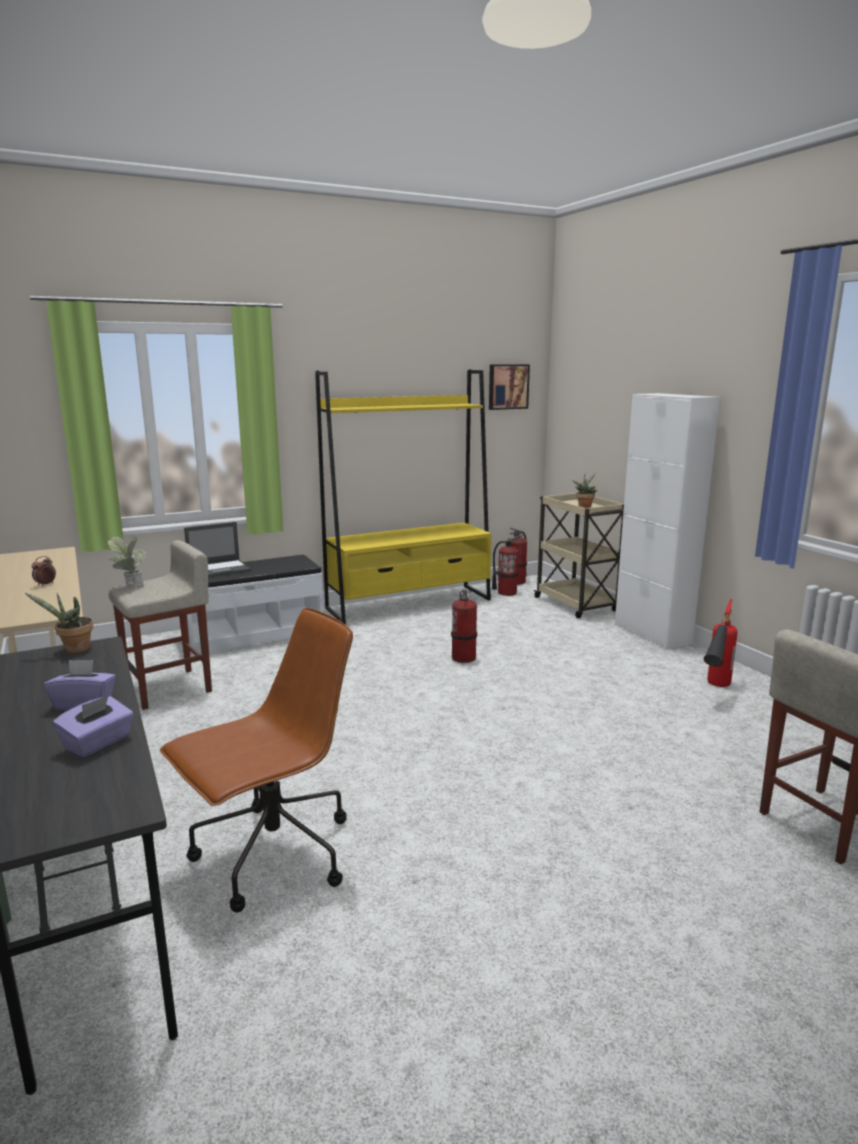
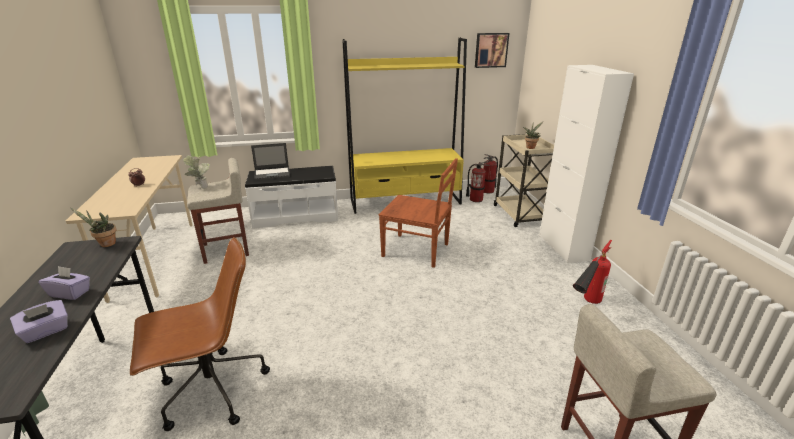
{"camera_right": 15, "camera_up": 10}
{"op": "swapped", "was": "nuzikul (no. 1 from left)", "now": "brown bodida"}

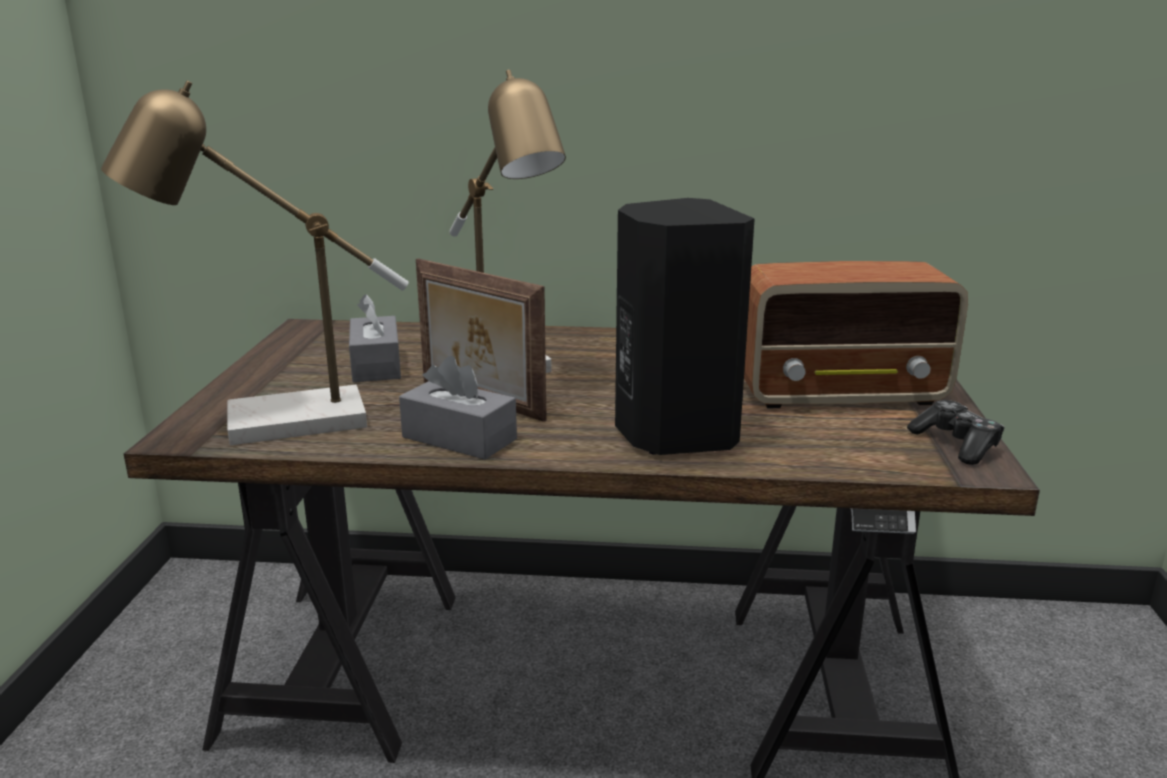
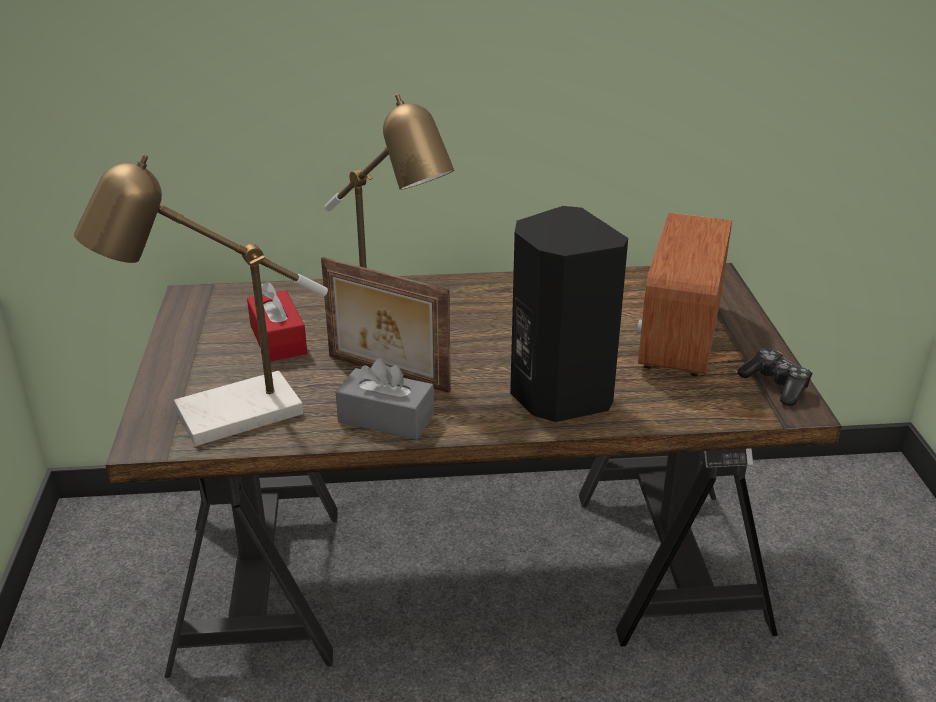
{"camera_right": -10, "camera_up": 10}
{"op": "repainted", "was": "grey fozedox (no. 1 from left)", "now": "red fozedox"}
{"op": "rotated", "was": "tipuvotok", "clockwise": 120}

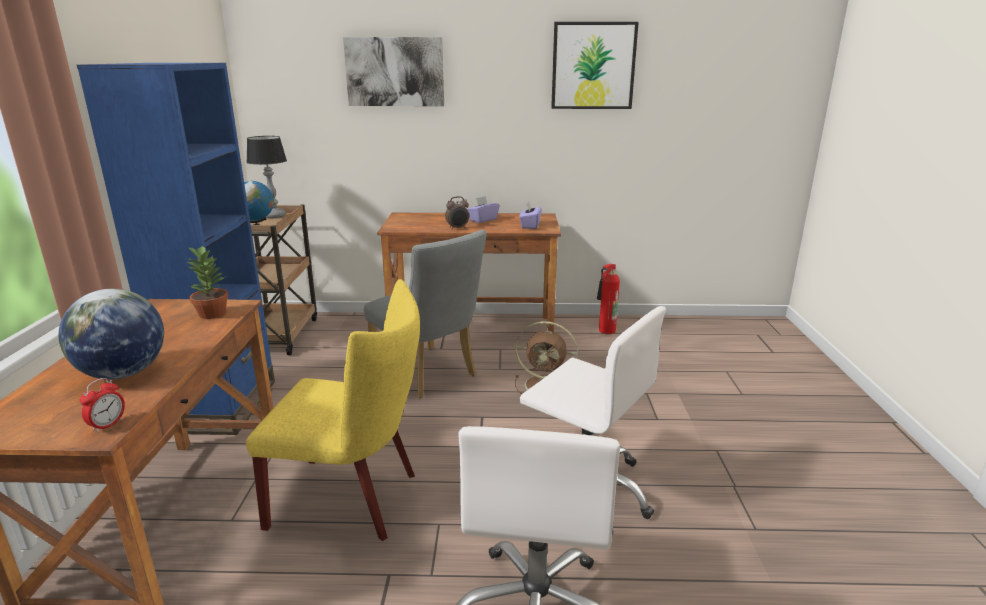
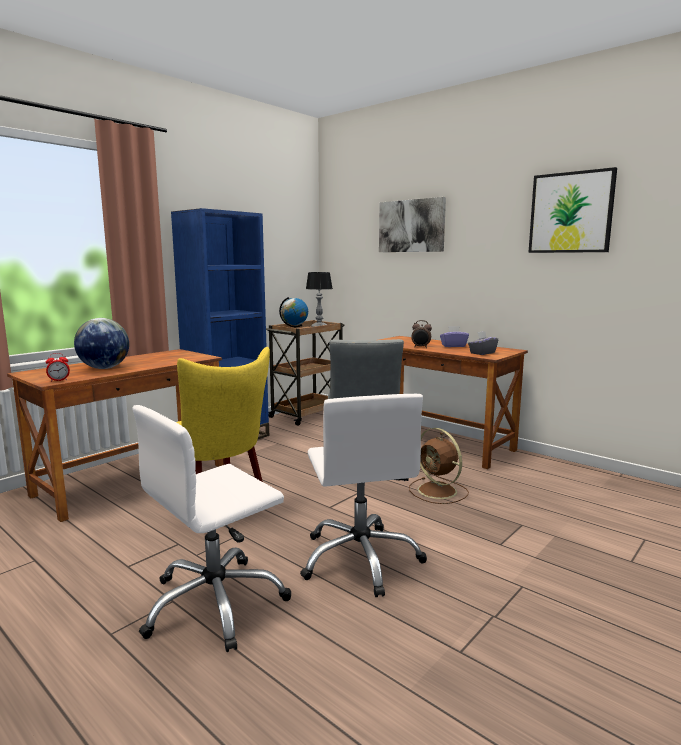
{"camera_right": 40, "camera_up": -10}
{"op": "gone", "was": "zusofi"}
{"op": "repainted", "was": "purple fozedox (no. 2 from left)", "now": "grey fozedox"}
{"op": "gone", "was": "nuzikul"}

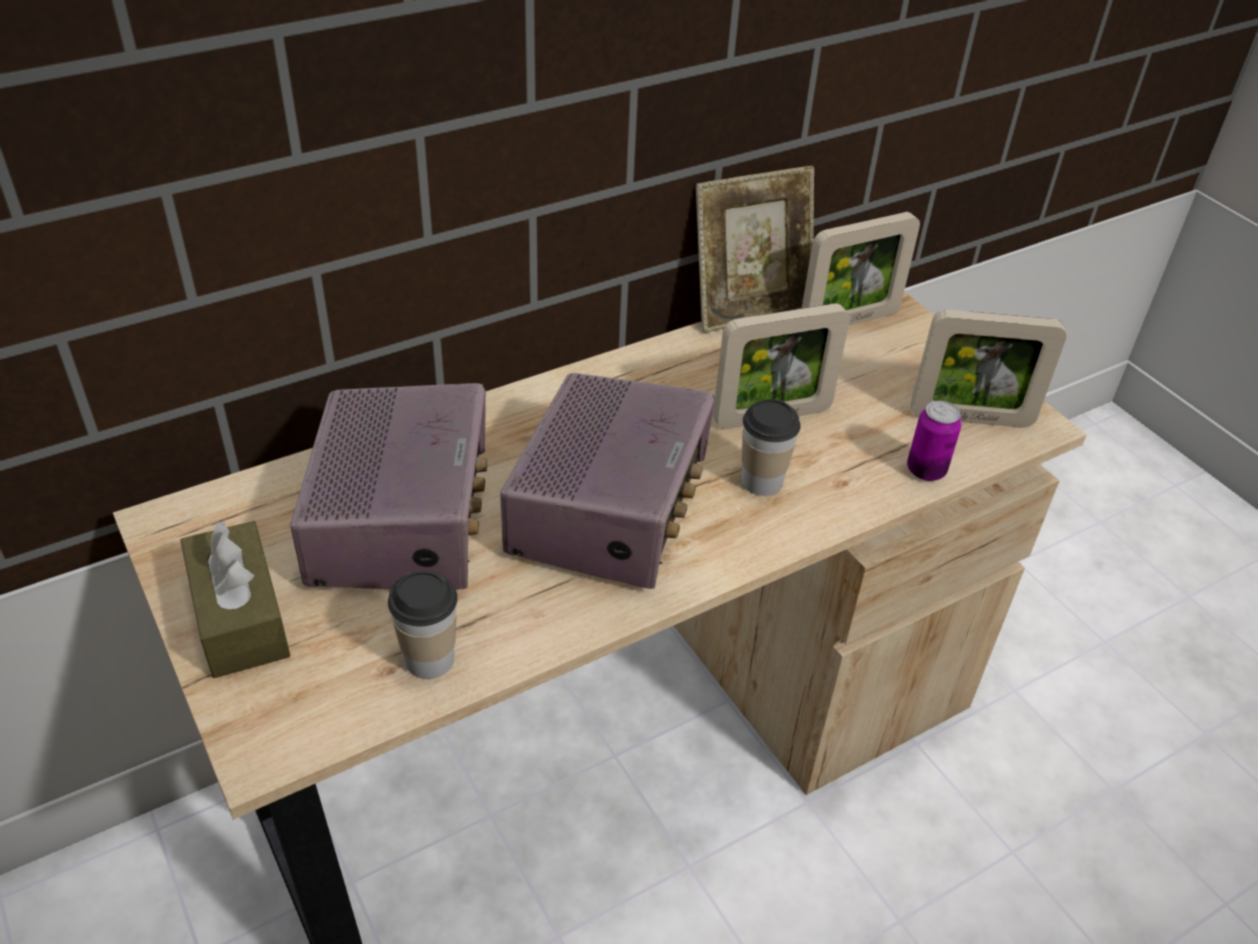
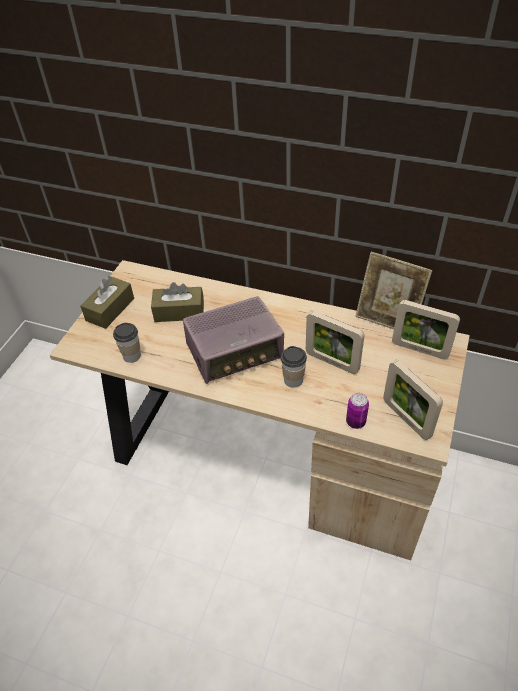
{"camera_right": 55, "camera_up": 5}
{"op": "swapped", "was": "tipuvotok (no. 1 from left)", "now": "brown fozedox (no. 2 from left)"}

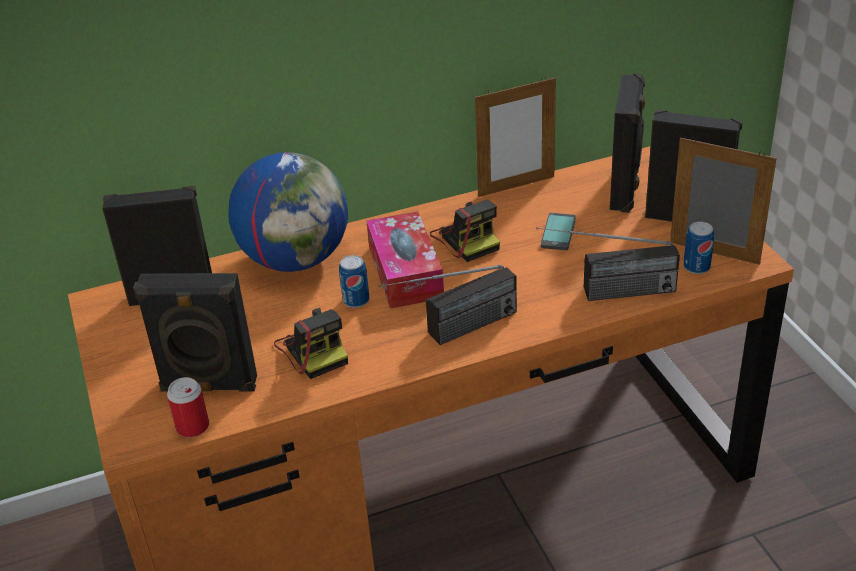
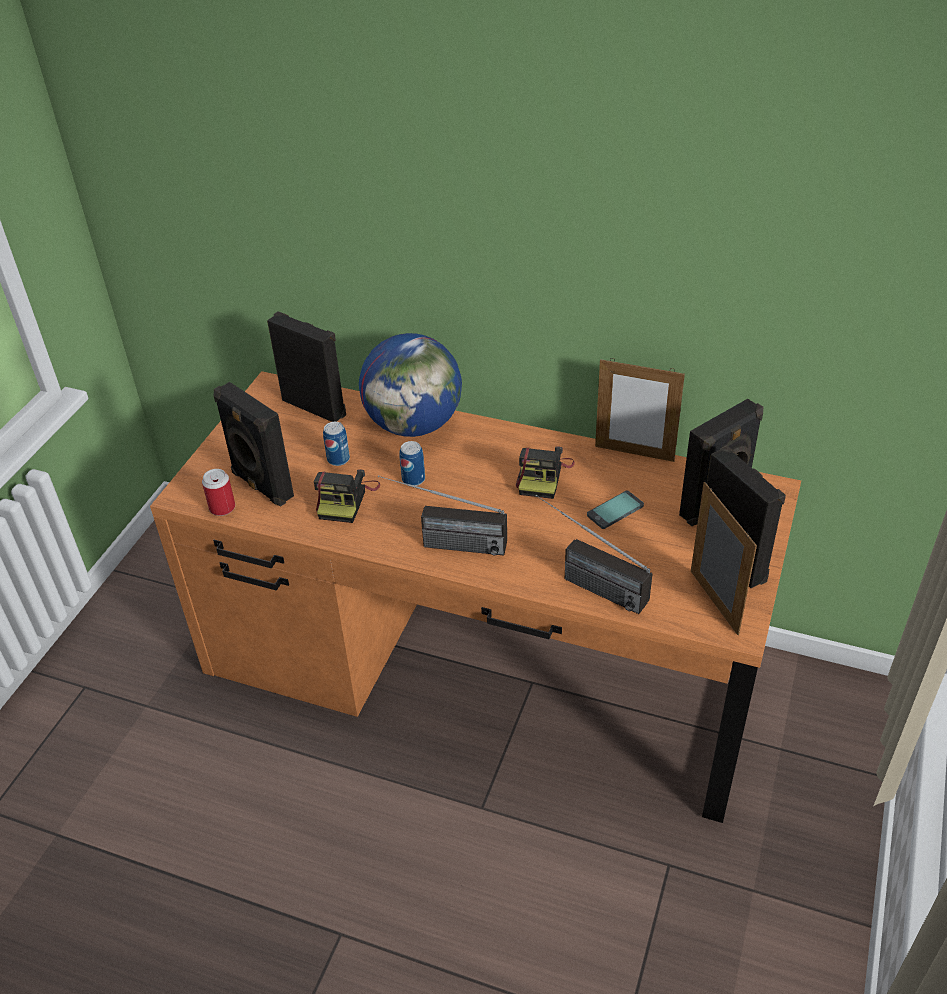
{"camera_right": 40, "camera_up": 5}
{"op": "gone", "was": "fozedox"}
{"op": "shifted", "was": "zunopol (no. 3 from left in the first image)", "now": "zunopol (no. 2 from left)"}

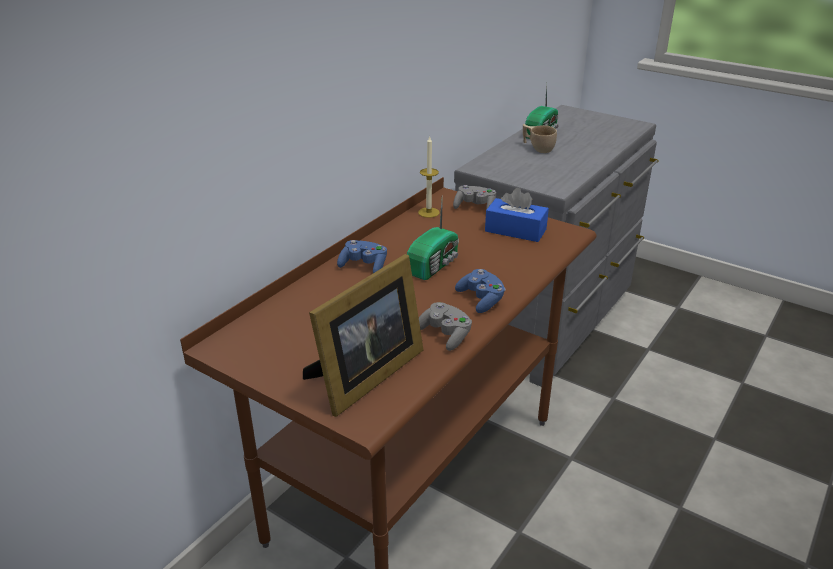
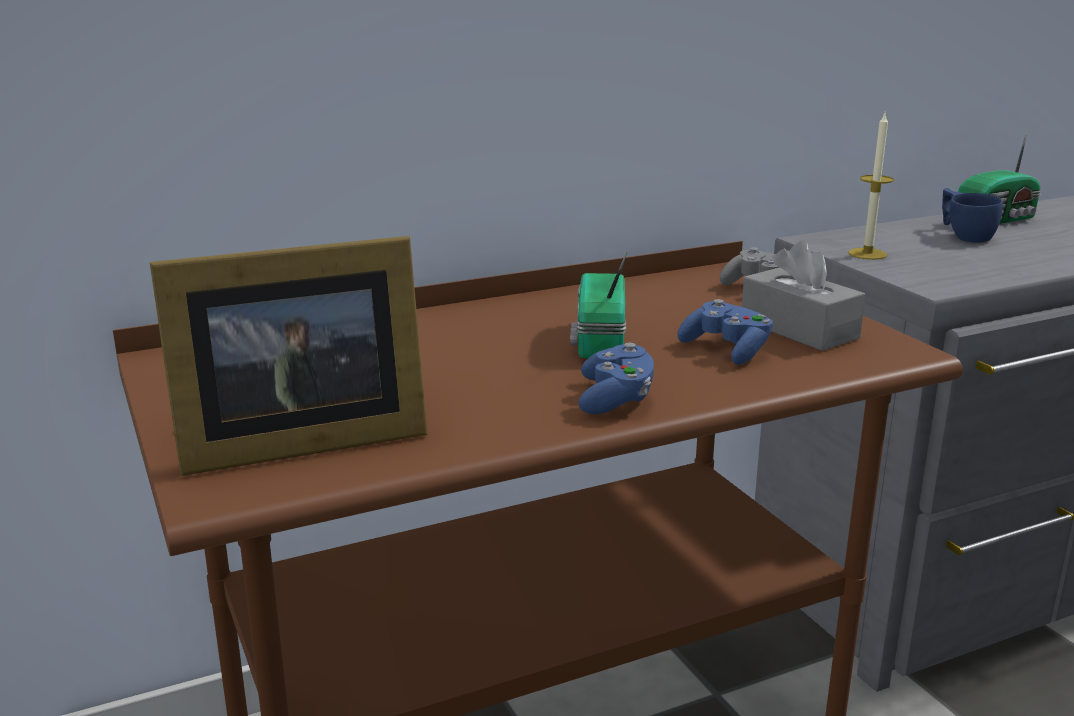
{"camera_right": 30, "camera_up": -10}
{"op": "shifted", "was": "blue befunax (no. 1 from left in the first image)", "now": "blue befunax (no. 2 from left)"}
{"op": "rotated", "was": "tipuvotok (no. 1 from left)", "clockwise": 120}
{"op": "shifted", "was": "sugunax"}
{"op": "gone", "was": "grey befunax (no. 1 from left)"}
{"op": "repainted", "was": "blue fozedox", "now": "grey fozedox"}
{"op": "repainted", "was": "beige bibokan", "now": "blue bibokan"}

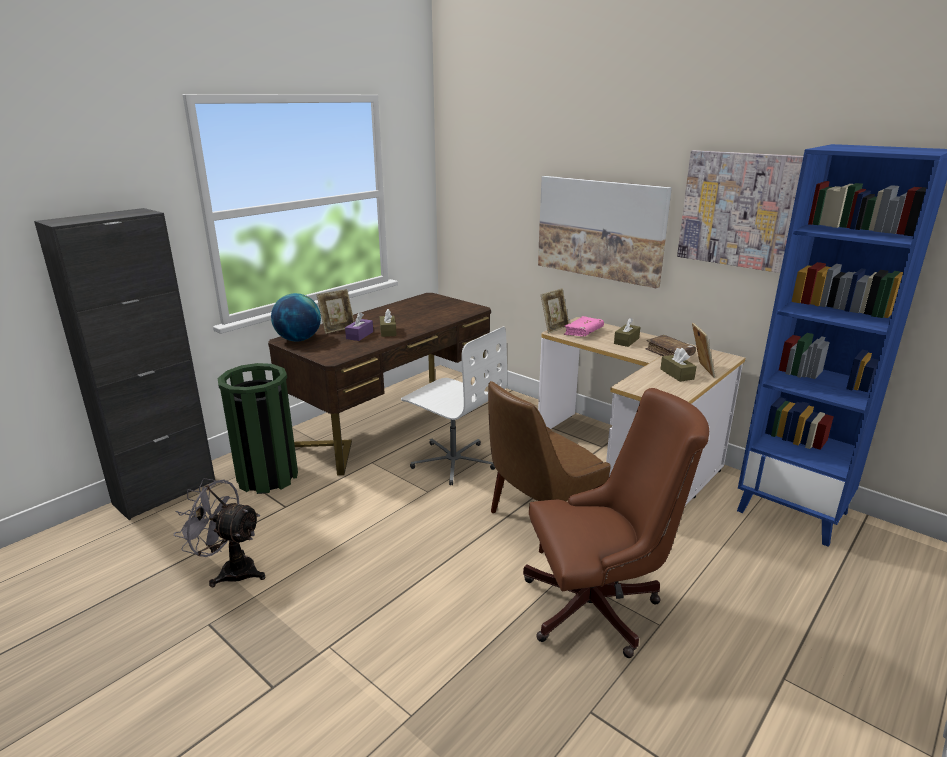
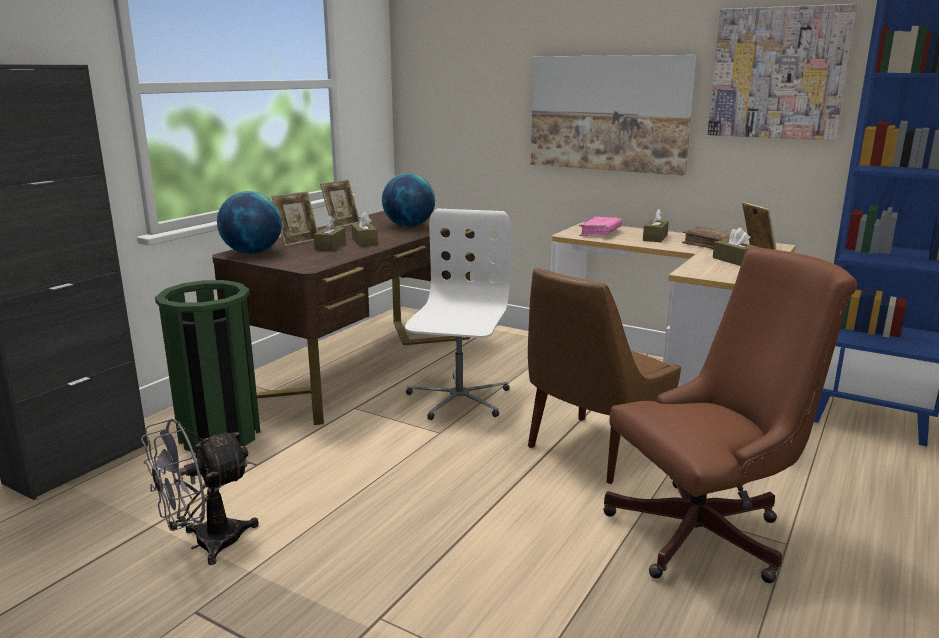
{"camera_right": -10, "camera_up": -5}
{"op": "rotated", "was": "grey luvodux", "clockwise": -45}
{"op": "repainted", "was": "purple fozedox", "now": "brown fozedox (no. 1 from left)"}
{"op": "rotated", "was": "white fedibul", "clockwise": -105}
{"op": "shifted", "was": "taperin (no. 2 from left)"}
{"op": "new", "now": "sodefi (no. 2 from left)"}

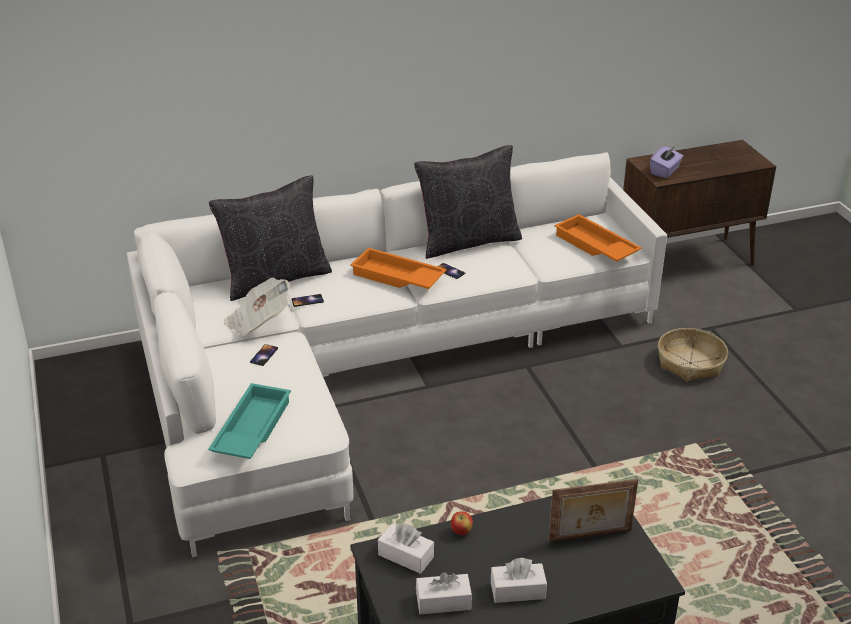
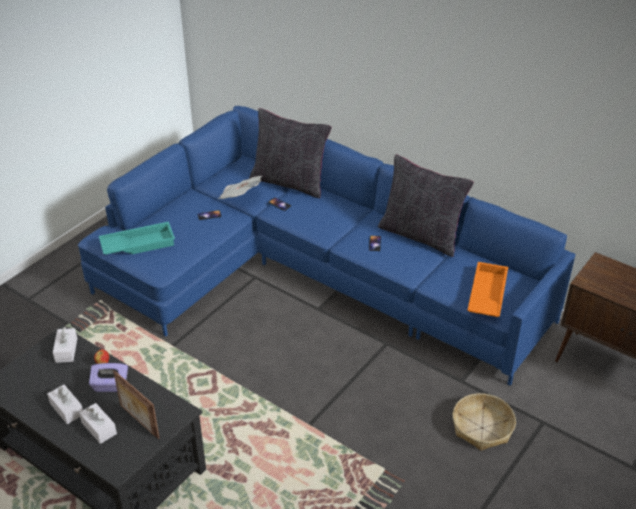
{"camera_right": 55, "camera_up": 5}
{"op": "repainted", "was": "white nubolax", "now": "blue nubolax"}
{"op": "gone", "was": "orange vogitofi (no. 1 from left)"}
{"op": "shifted", "was": "white fozedox (no. 2 from left in the first image)", "now": "white fozedox (no. 3 from left)"}
{"op": "shifted", "was": "purple fozedox"}

